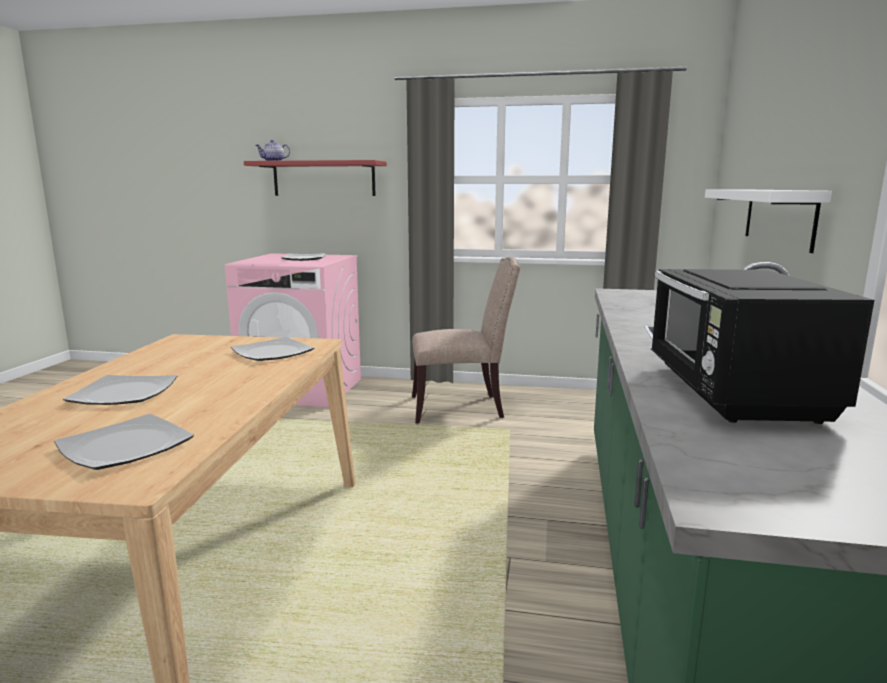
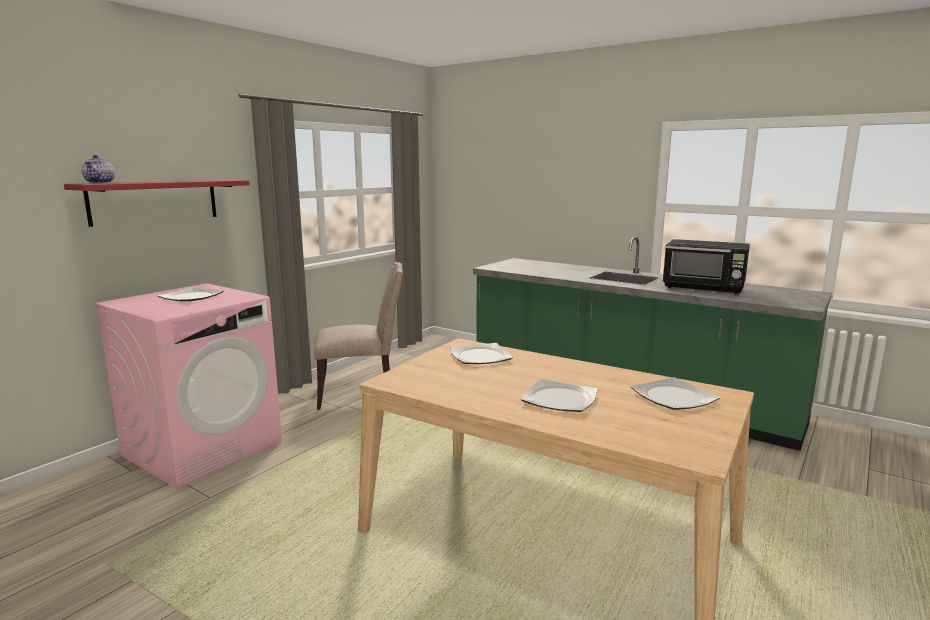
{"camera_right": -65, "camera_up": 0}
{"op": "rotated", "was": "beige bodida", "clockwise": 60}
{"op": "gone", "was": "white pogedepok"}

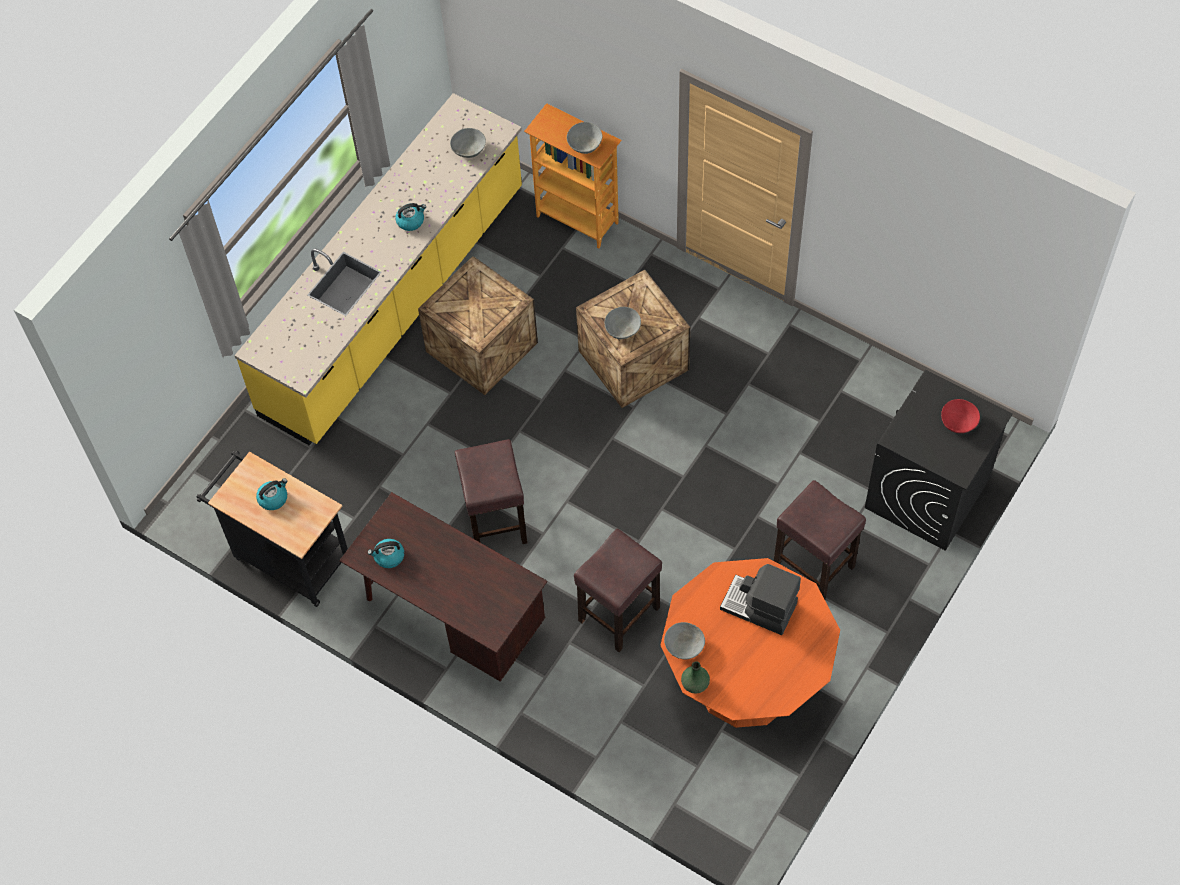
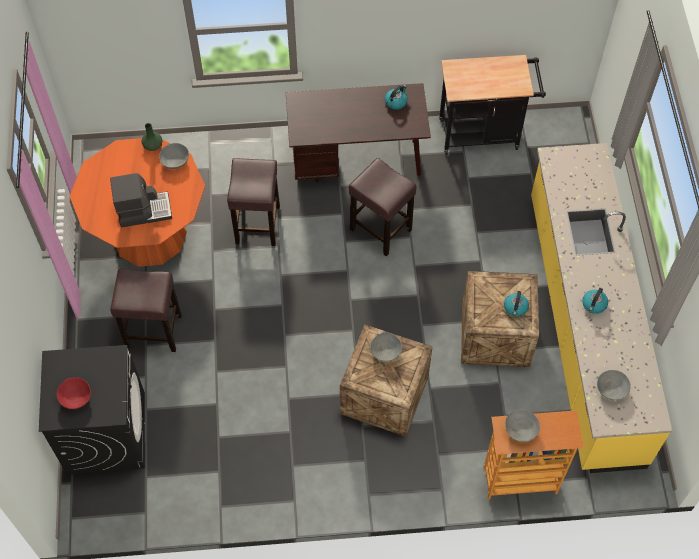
{"camera_right": 140, "camera_up": 0}
{"op": "shifted", "was": "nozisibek (no. 1 from left in the first image)", "now": "nozisibek (no. 2 from left)"}

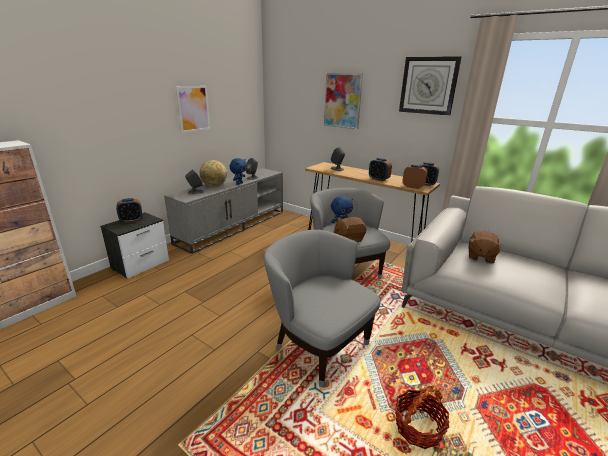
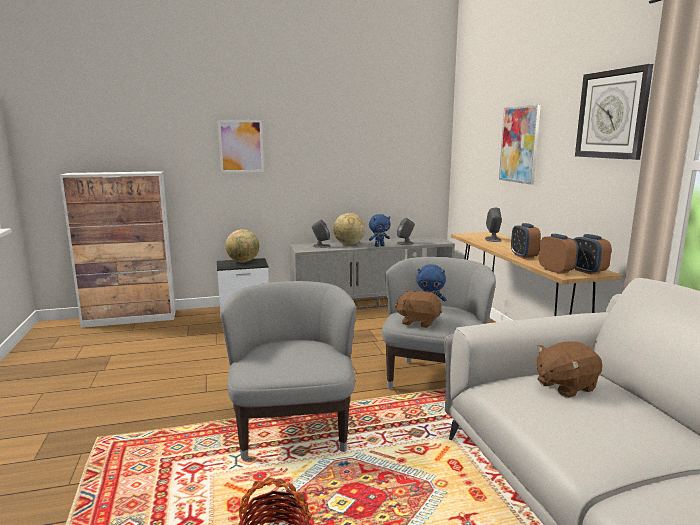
{"camera_right": 40, "camera_up": -10}
{"op": "swapped", "was": "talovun (no. 1 from left)", "now": "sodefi (no. 1 from left)"}
{"op": "shifted", "was": "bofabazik (no. 1 from left)"}

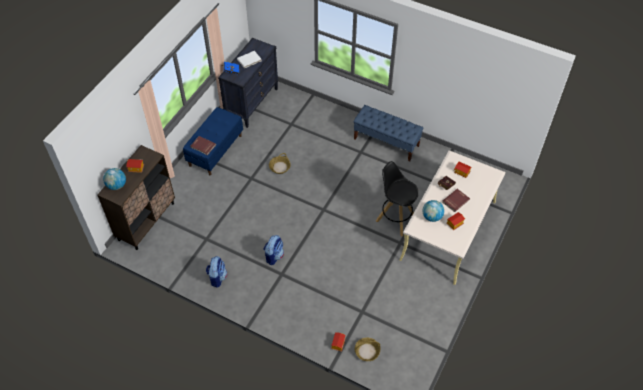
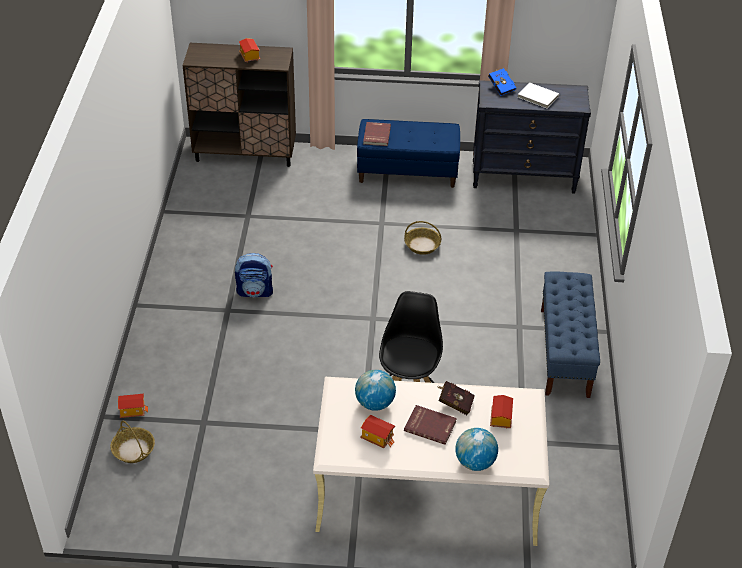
{"camera_right": 65, "camera_up": -10}
{"op": "shifted", "was": "sodefi (no. 1 from left in the first image)", "now": "sodefi (no. 2 from left)"}
{"op": "gone", "was": "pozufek (no. 1 from left)"}

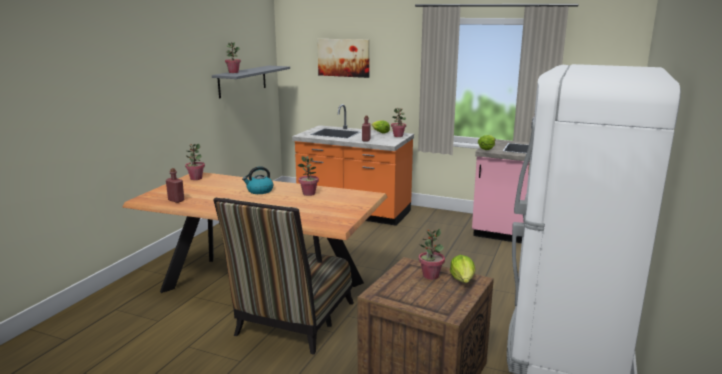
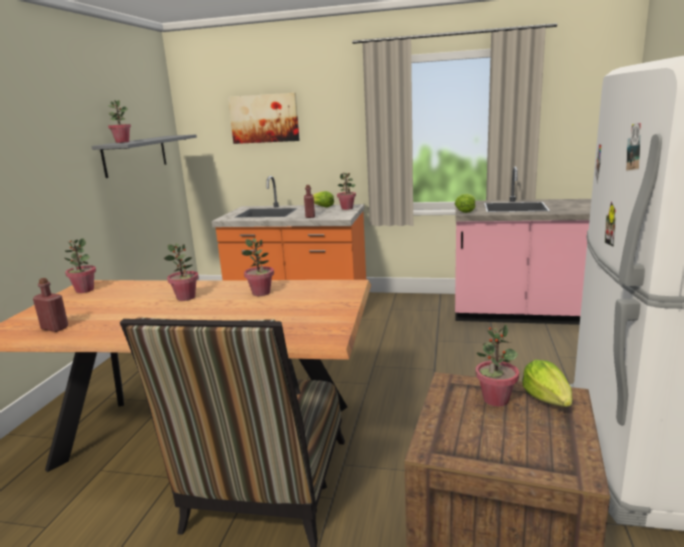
{"camera_right": -10, "camera_up": 0}
{"op": "swapped", "was": "nozisibek", "now": "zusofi (no. 3 from left)"}

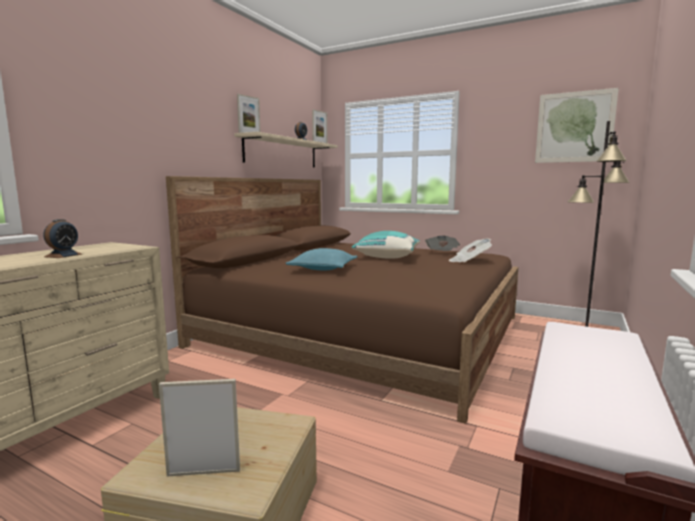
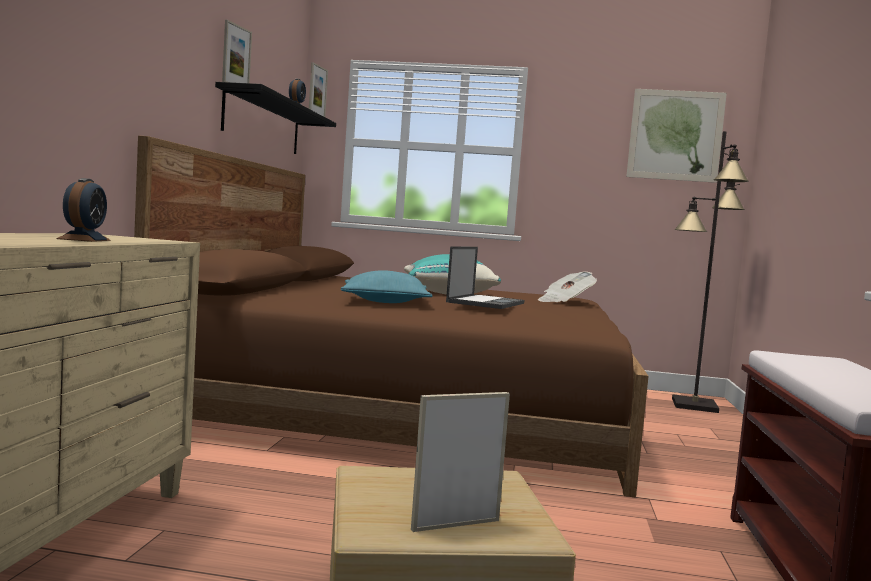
{"camera_right": -20, "camera_up": -5}
{"op": "repainted", "was": "beige pogedepok", "now": "black pogedepok"}
{"op": "gone", "was": "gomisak (no. 1 from left)"}
{"op": "new", "now": "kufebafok"}

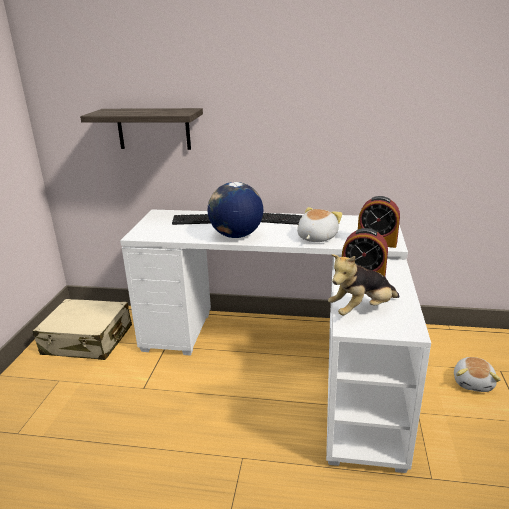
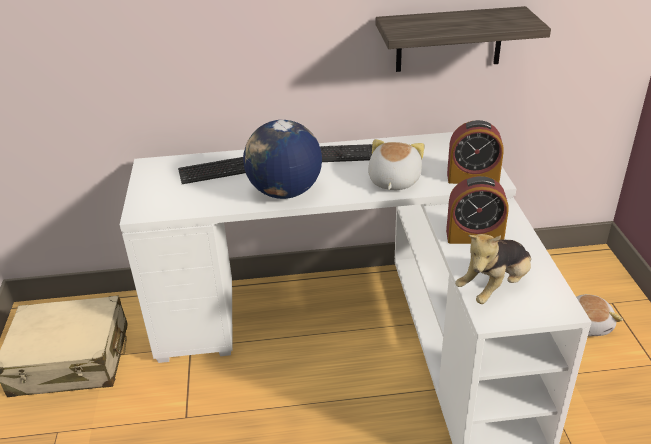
{"camera_right": -15, "camera_up": 10}
{"op": "shifted", "was": "pogedepok"}

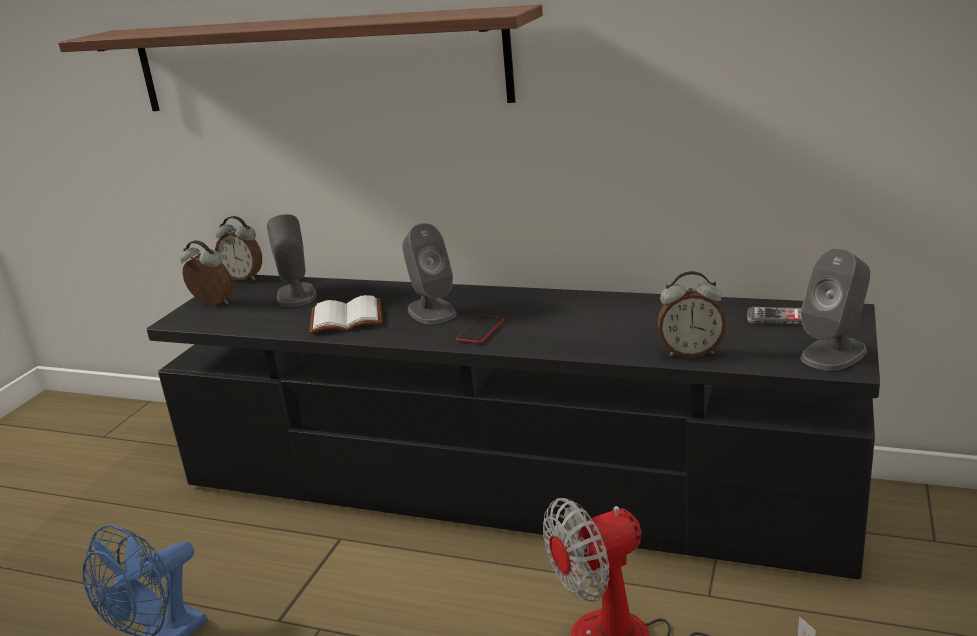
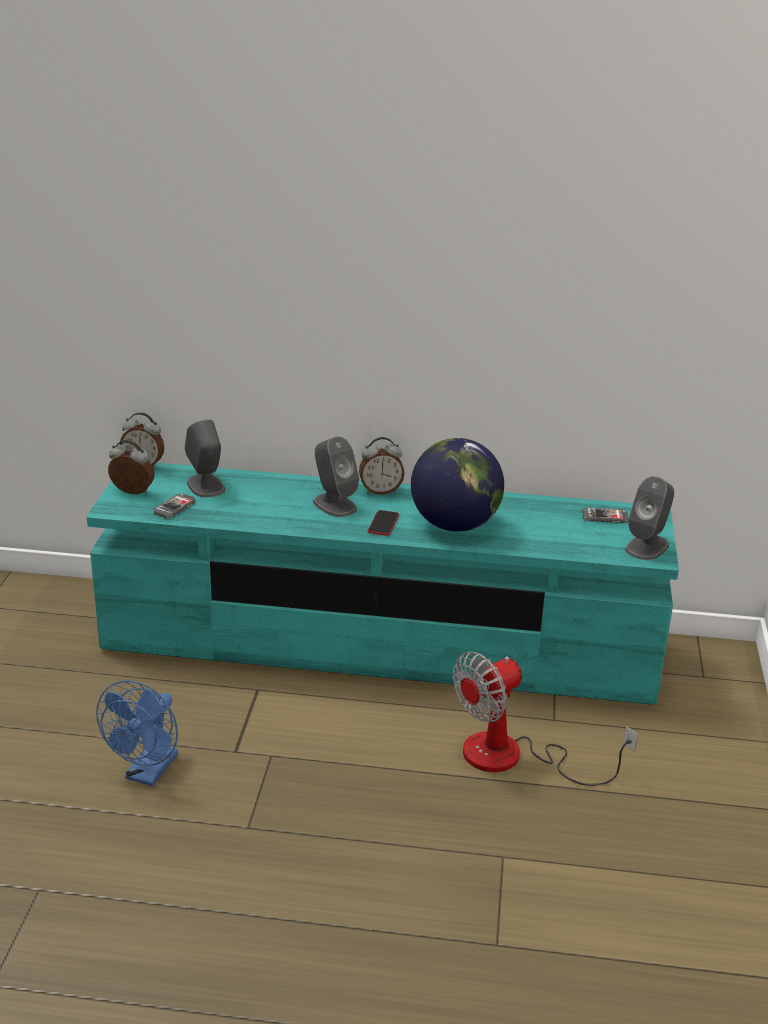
{"camera_right": -15, "camera_up": 5}
{"op": "gone", "was": "pogedepok"}
{"op": "repainted", "was": "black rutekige", "now": "turquoise rutekige"}
{"op": "gone", "was": "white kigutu"}
{"op": "shifted", "was": "talovun (no. 3 from left)"}
{"op": "new", "now": "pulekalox (no. 1 from left)"}
{"op": "new", "now": "sodefi"}

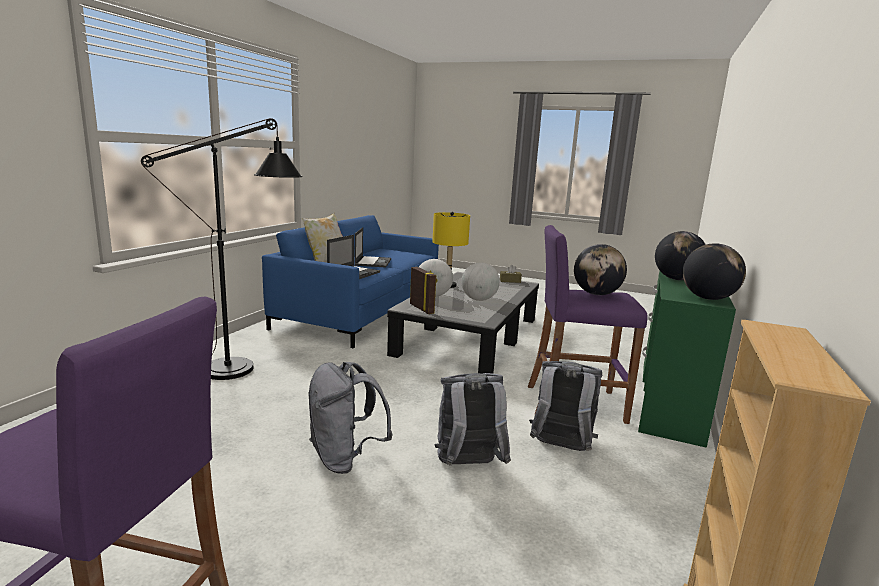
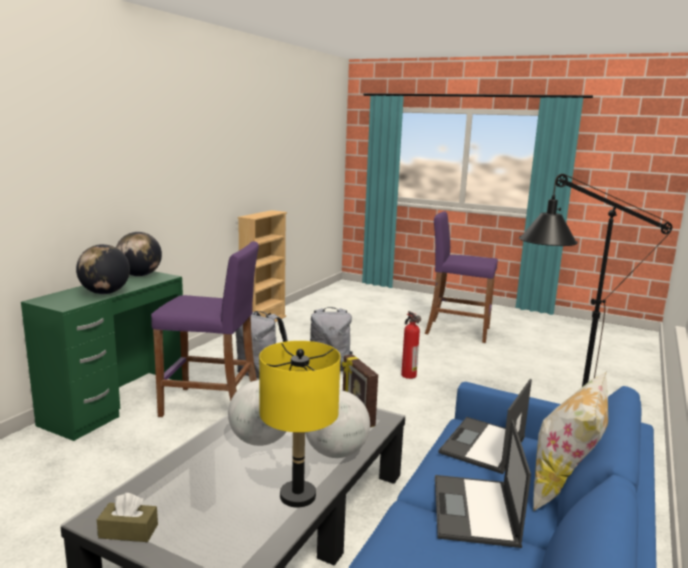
{"camera_right": -175, "camera_up": 0}
{"op": "swapped", "was": "grey pozufek (no. 1 from left)", "now": "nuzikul"}
{"op": "gone", "was": "sodefi (no. 3 from left)"}

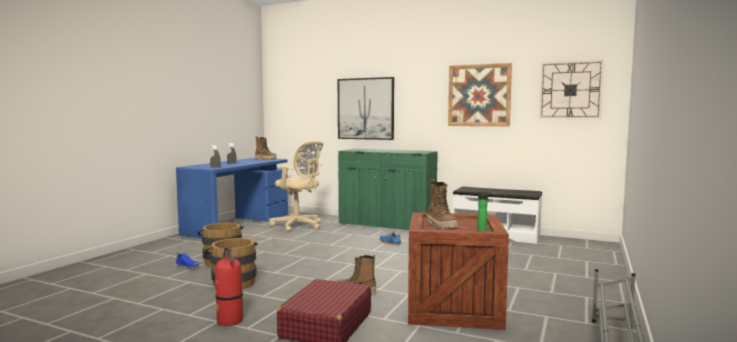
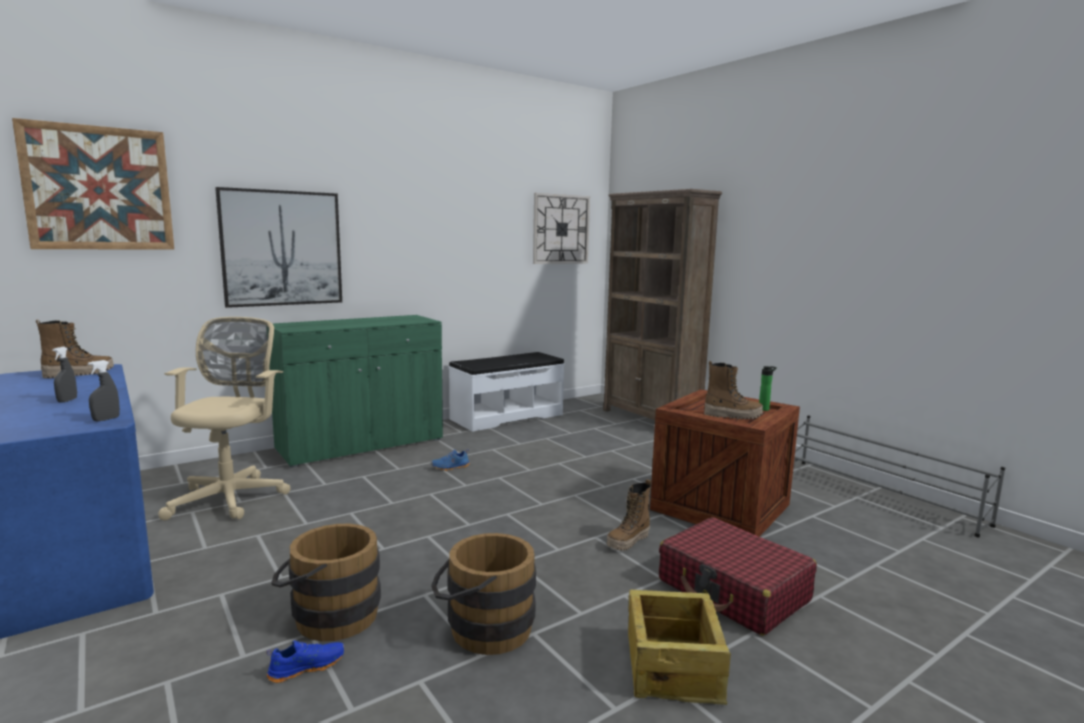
{"camera_right": -60, "camera_up": 5}
{"op": "swapped", "was": "nuzikul", "now": "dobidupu (no. 1 from left)"}
{"op": "rotated", "was": "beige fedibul", "clockwise": -60}
{"op": "shifted", "was": "bofabazik (no. 2 from left in the first image)", "now": "bofabazik (no. 1 from left)"}
{"op": "new", "now": "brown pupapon"}

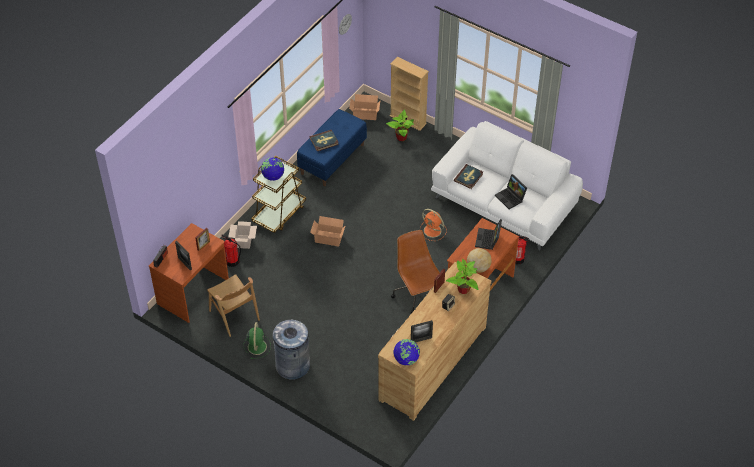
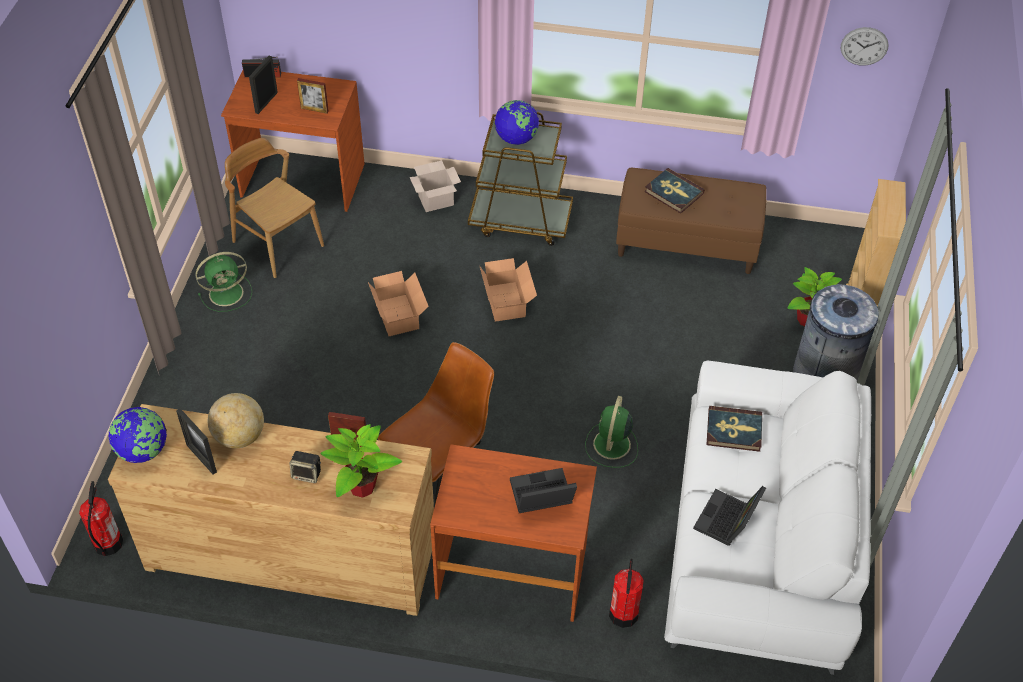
{"camera_right": 65, "camera_up": 0}
{"op": "rotated", "was": "brown bodida", "clockwise": 105}
{"op": "shifted", "was": "nuzikul (no. 1 from left)"}
{"op": "shifted", "was": "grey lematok"}
{"op": "repainted", "was": "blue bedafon", "now": "brown bedafon"}
{"op": "shifted", "was": "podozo (no. 3 from left in the first image)", "now": "podozo (no. 1 from left)"}
{"op": "repainted", "was": "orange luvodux", "now": "green luvodux (no. 2 from left)"}
{"op": "shifted", "was": "sodefi (no. 3 from left in the first image)", "now": "sodefi (no. 2 from left)"}

